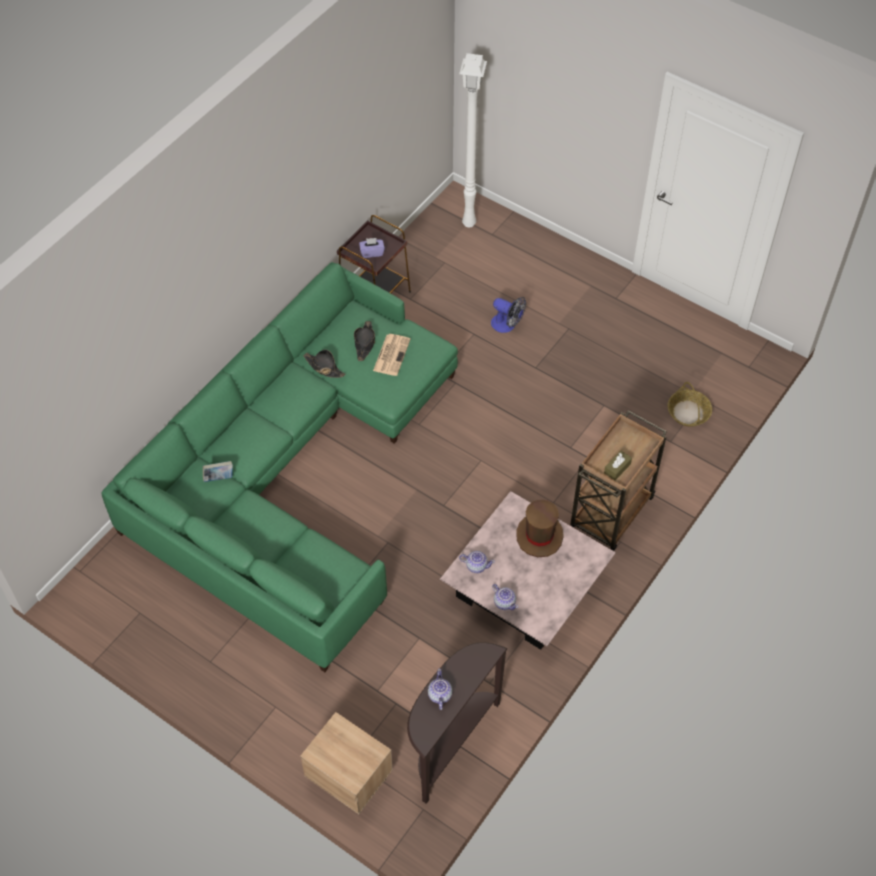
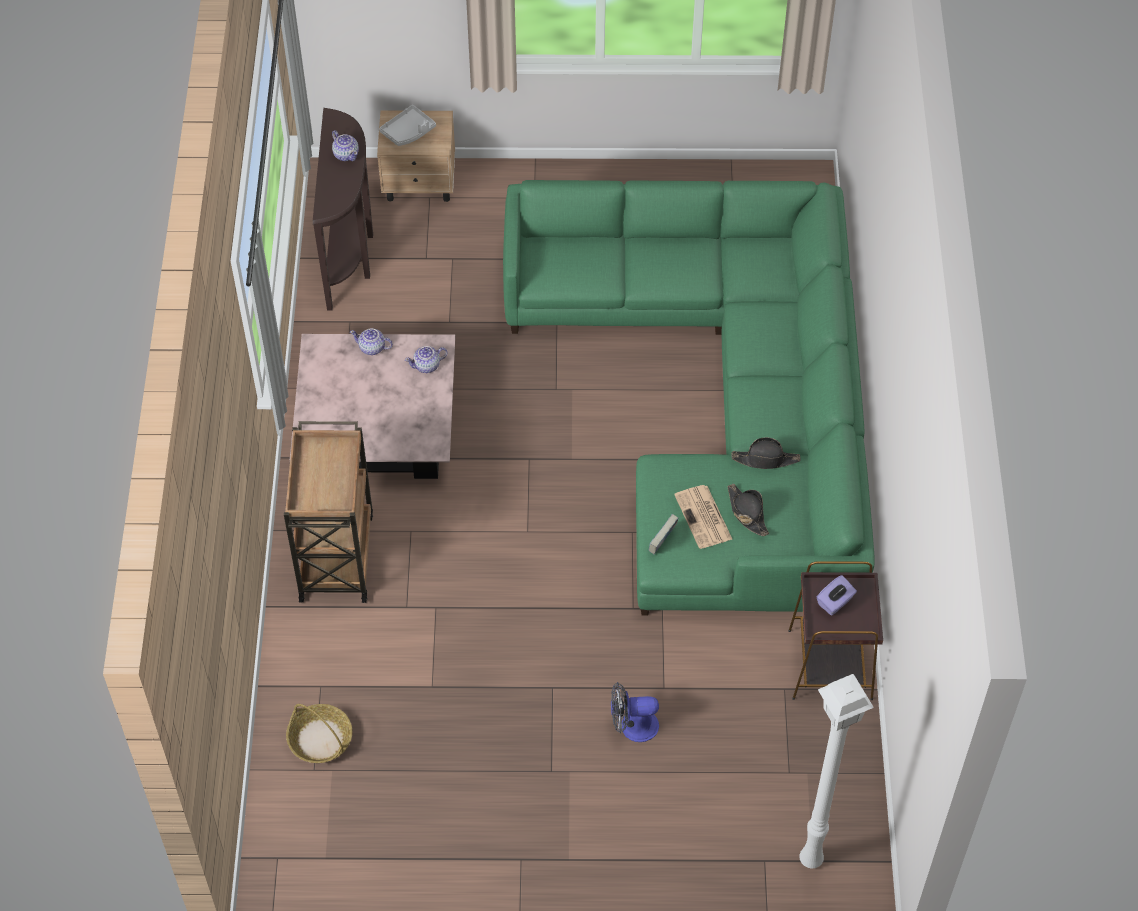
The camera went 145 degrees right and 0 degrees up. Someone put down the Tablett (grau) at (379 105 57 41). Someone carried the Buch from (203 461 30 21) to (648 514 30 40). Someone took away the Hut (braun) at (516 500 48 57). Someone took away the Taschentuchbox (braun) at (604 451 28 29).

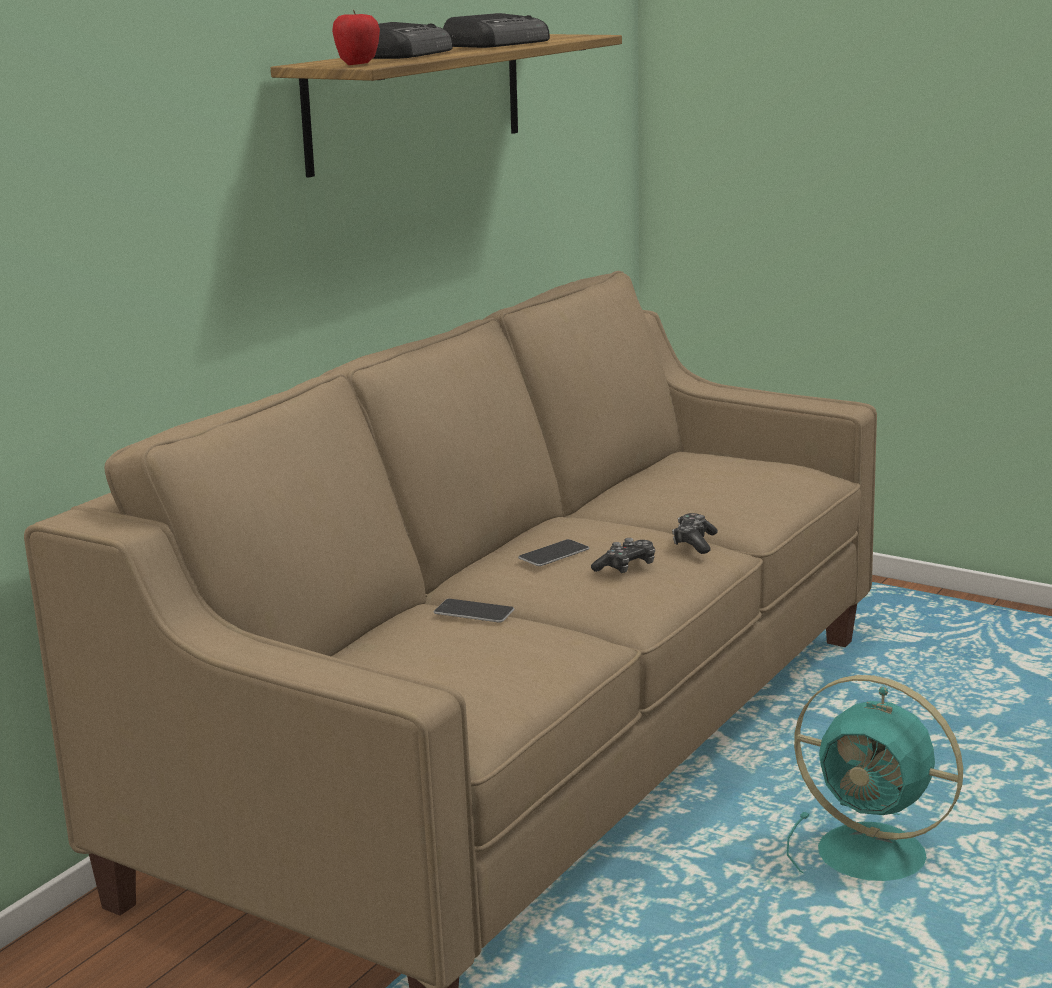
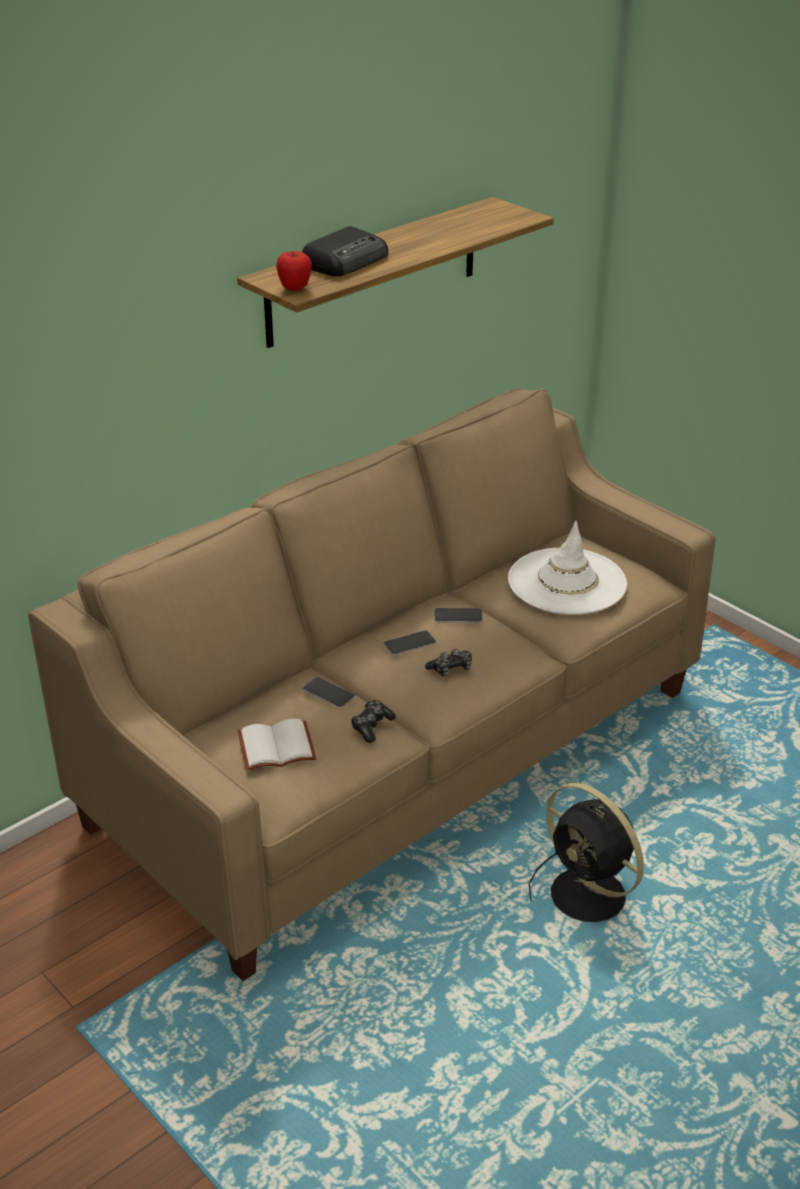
The camera went 15 degrees right and 15 degrees up. Someone put down the Buch (weiß) at (238 719 78 51). Someone carried the Gamepad from (672 513 46 41) to (351 700 45 43). Someone put down the Handy at (434 608 49 15). Someone put down the Hut (weiß) at (508 521 119 94). Someone repainted the Ventilator (türkis) at (787 675 176 206), which became the Ventilator (schwarz) at (529 783 115 139). Someone took away the Radio at (443 13 107 35).

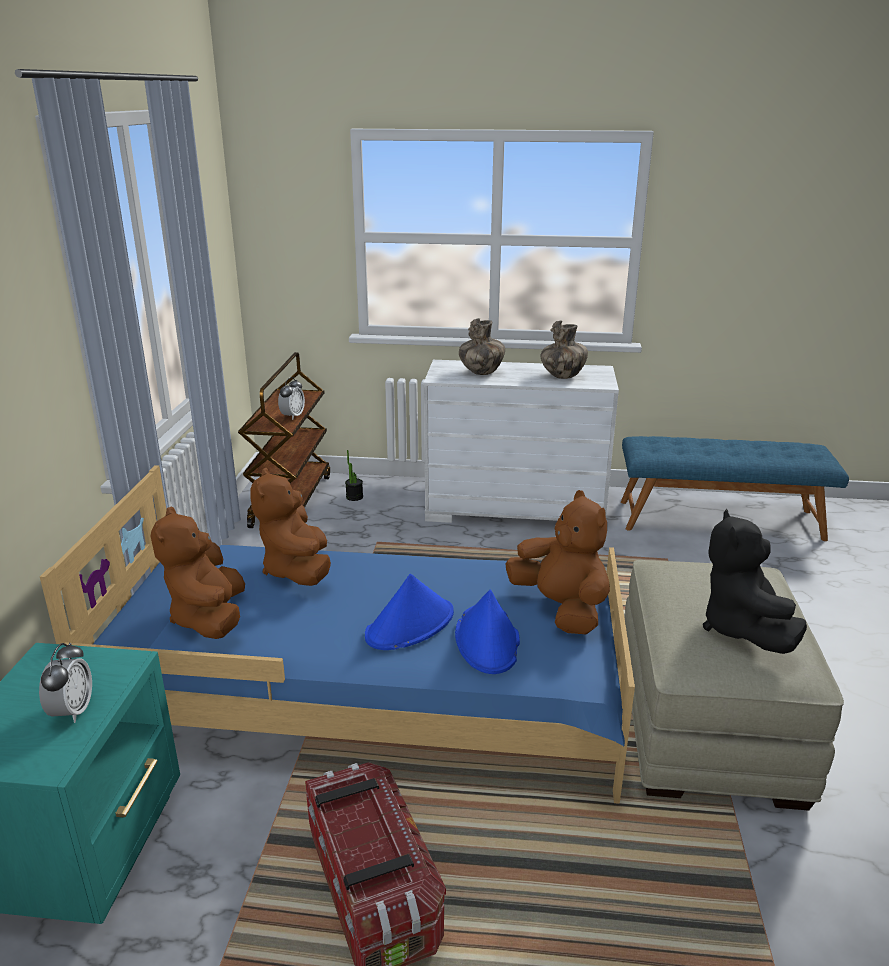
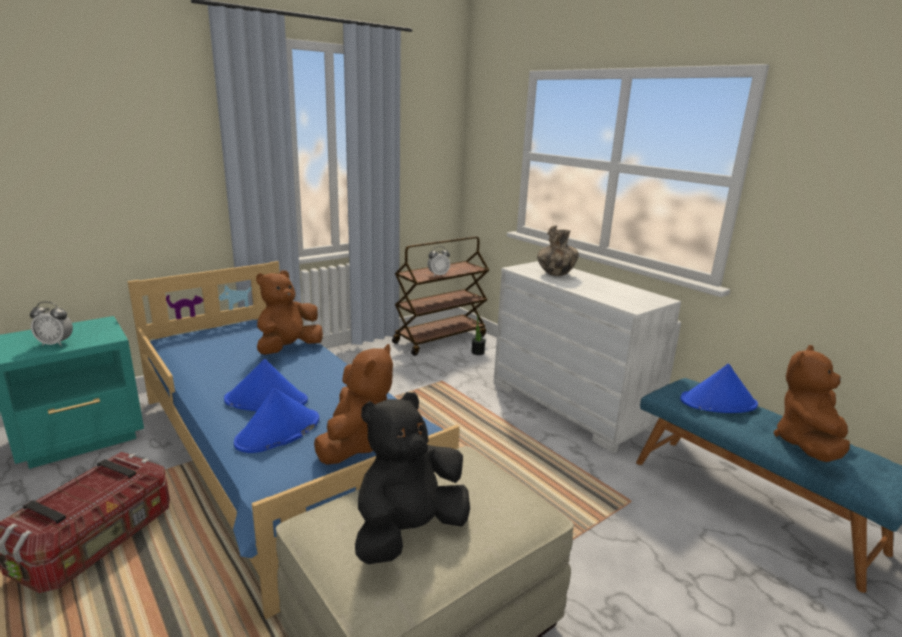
The camera went 45 degrees right and 5 degrees down. Someone rotated the Wecker at (39 643 53 80) by 45 degrees clockwise. Someone put down the Hut (blau) at (680 364 78 49). Someone carried the Plüschtier (braun) from (151 506 94 133) to (774 345 76 117). Someone took away the Vase at (541 321 47 58).

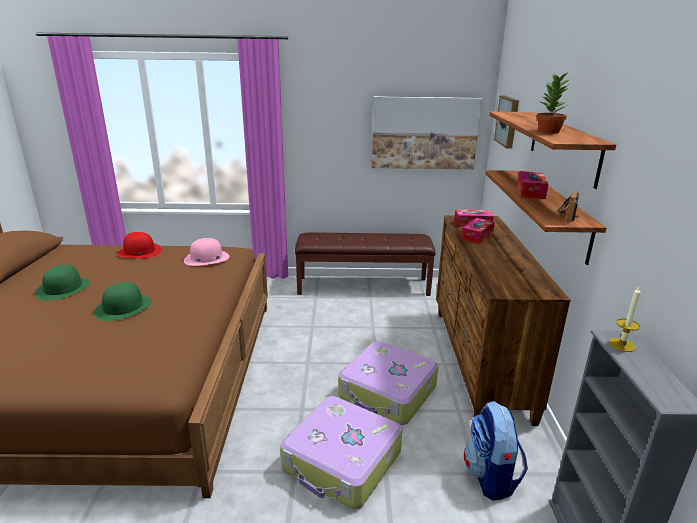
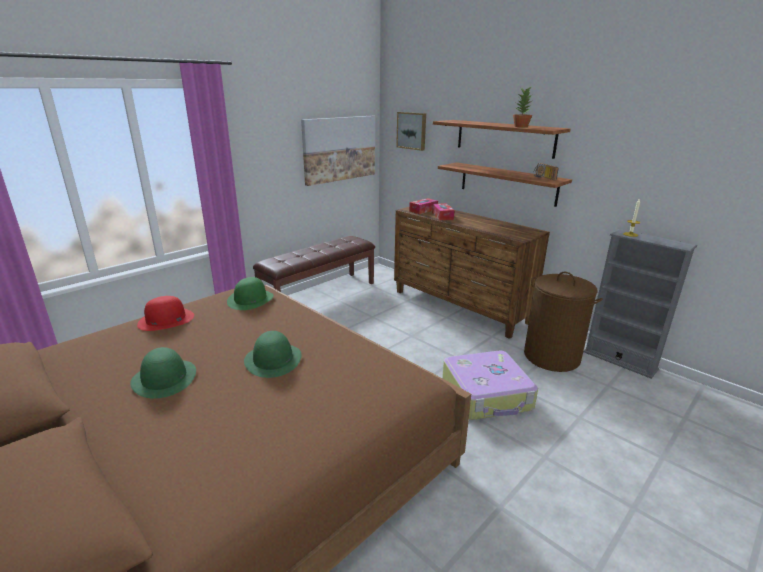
The camera went 45 degrees left and 0 degrees up. Someone repainted the Hut (rosa) at (184 238 45 28), which became the Hut (grün) at (227 277 47 33). Someone swapped the Rucksack at (464 401 64 100) for the Wäschekorb (braun) at (524 272 79 100). Someone took away the Koffer at (338 341 101 84). Someone took away the Taschentuchbox at (518 171 30 28).

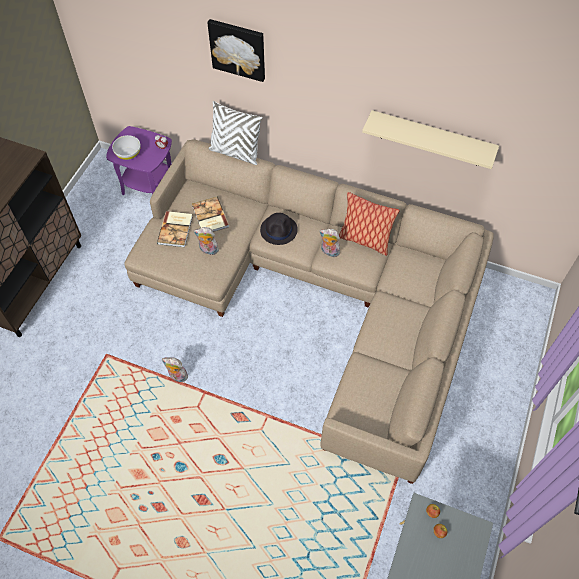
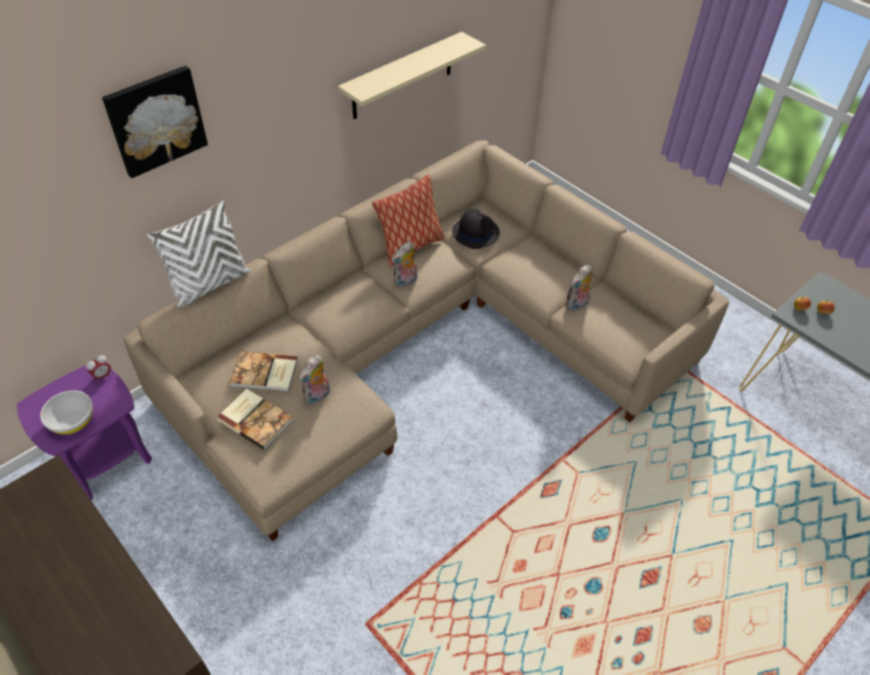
The camera went 65 degrees left and 10 degrees down. Someone carried the Hut (schwarz) from (260 213 38 32) to (452 209 48 40). Someone carried the Plüschtier from (162 357 26 25) to (565 265 27 46).

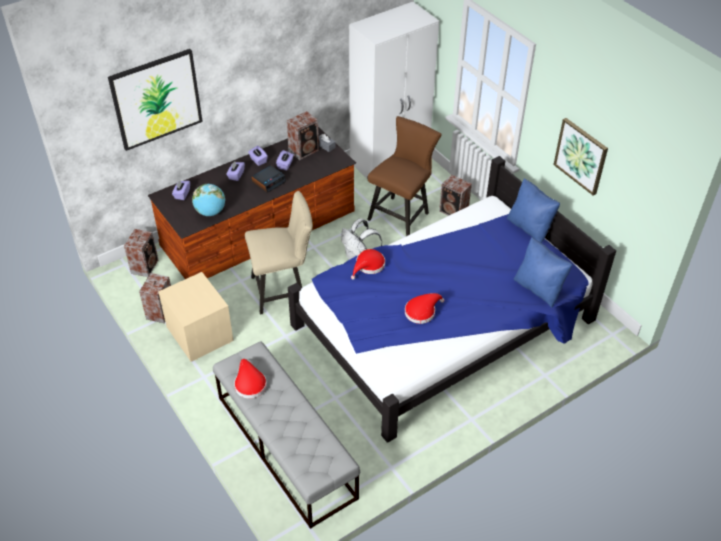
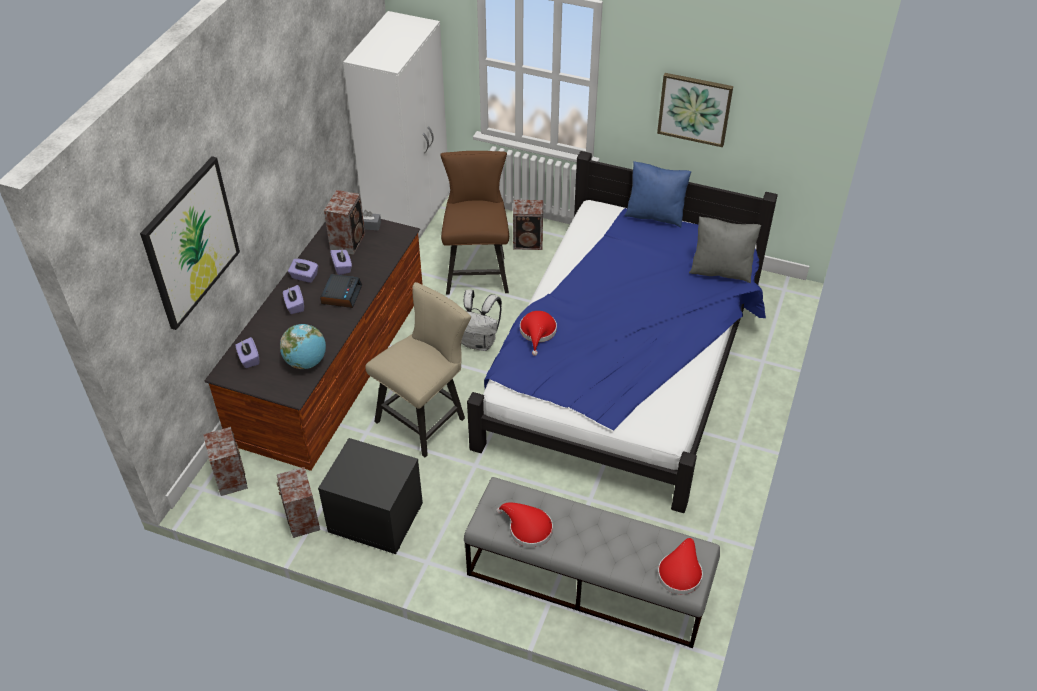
The camera went 35 degrees left and 0 degrees up. Someone repainted the Nachttisch (beige) at (158 272 75 90), which became the Nachttisch (schwarz) at (318 438 105 116). Someone carried the Hut (rot) from (405 293 39 31) to (658 538 45 57). Someone repainted the Kissen (blau) at (513 237 59 71), which became the Kissen (grau) at (689 216 72 67).

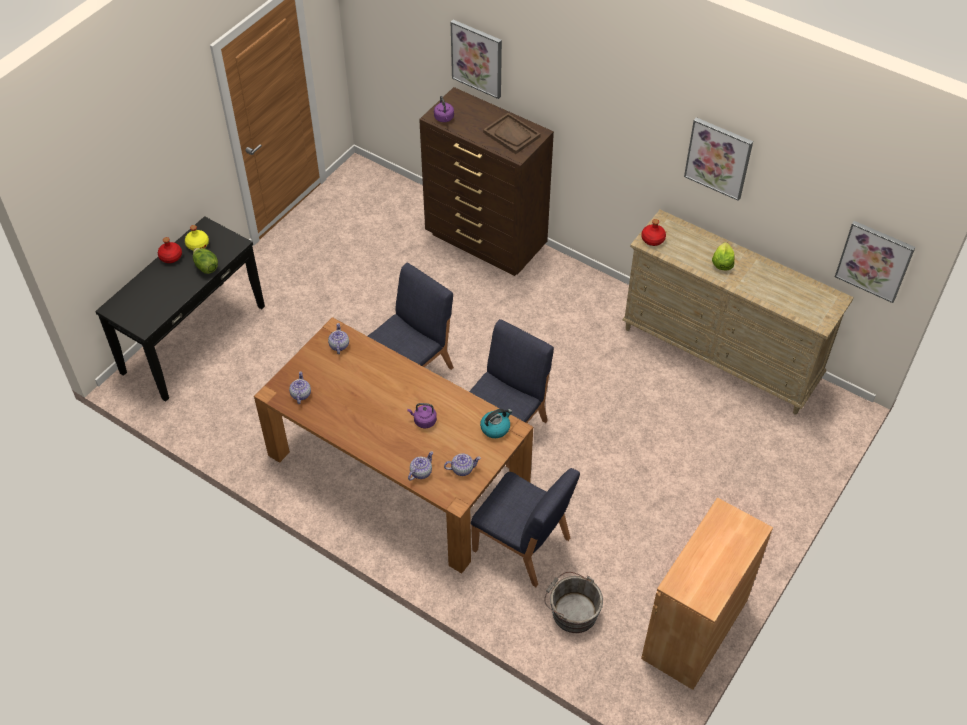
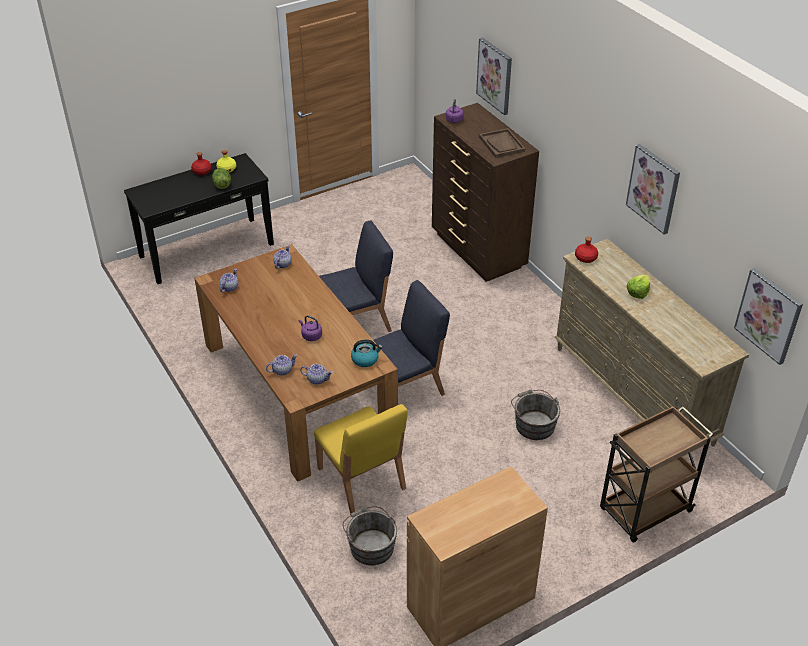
The camera went 25 degrees right and 10 degrees down. Someone repainted the Stuhl (blau) at (471 468 109 119), which became the Stuhl (gelb) at (314 404 94 109). Someone put down the Eimer (grau) at (511 390 49 50). Someone put down the Rollwagen (braun) at (600 405 113 138).

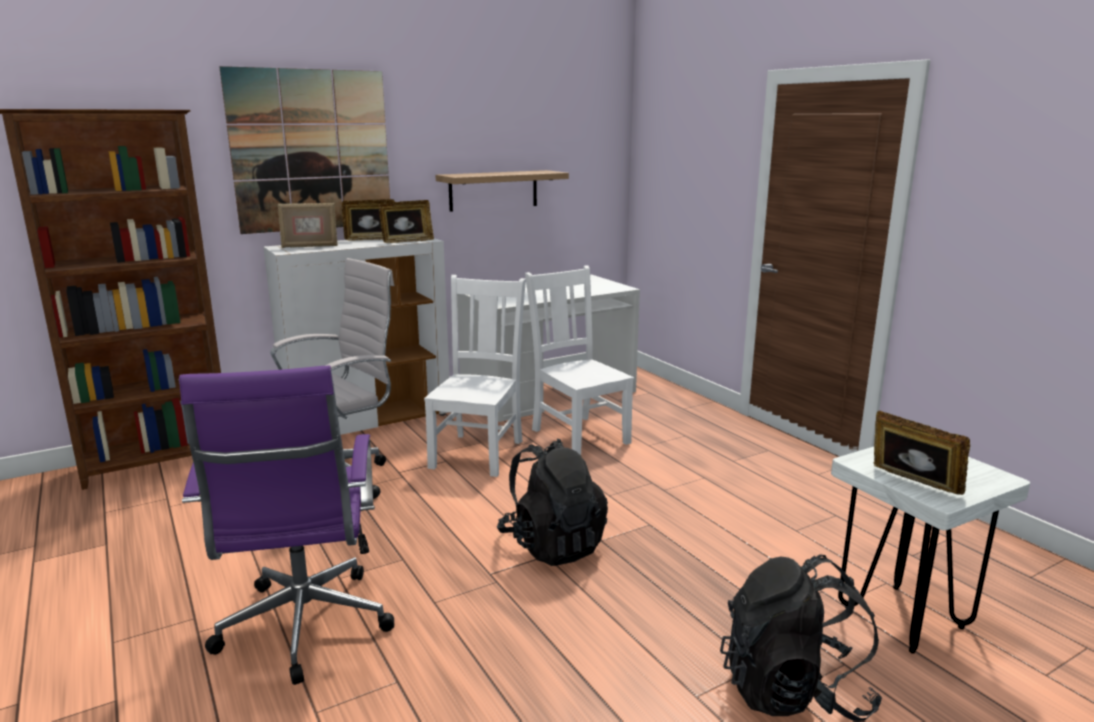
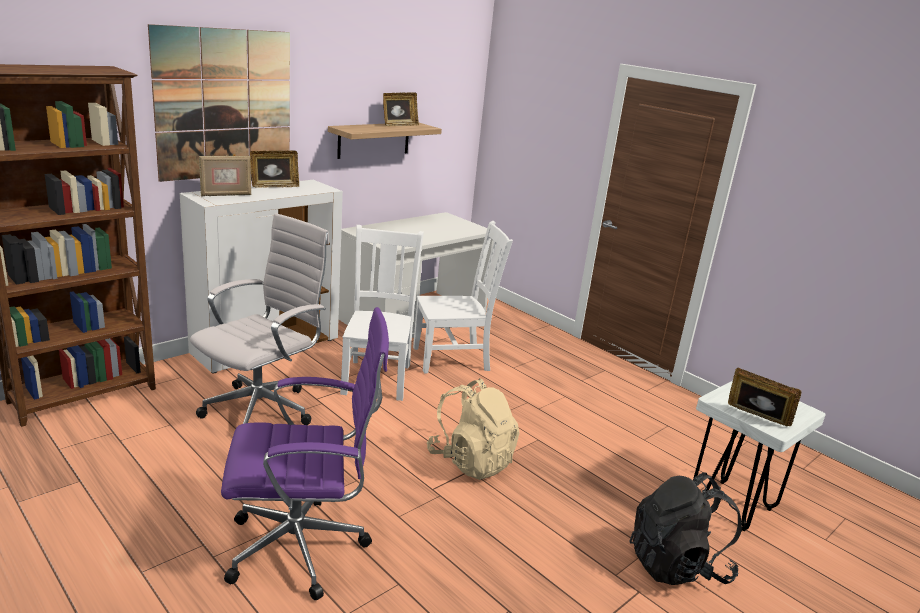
The camera went 15 degrees left and 5 degrees up. Someone rotated the Bürostuhl (lila) at (179 366 215 319) by 75 degrees counterclockwise. Someone carried the Bilderrahmen from (379 200 55 43) to (383 92 36 34). Someone rotated the Stuhl (weiß) at (525 265 109 190) by 120 degrees clockwise. Someone repainted the Rucksack (schwarz) at (497 438 111 128), which became the Rucksack (beige) at (427 378 92 102).

